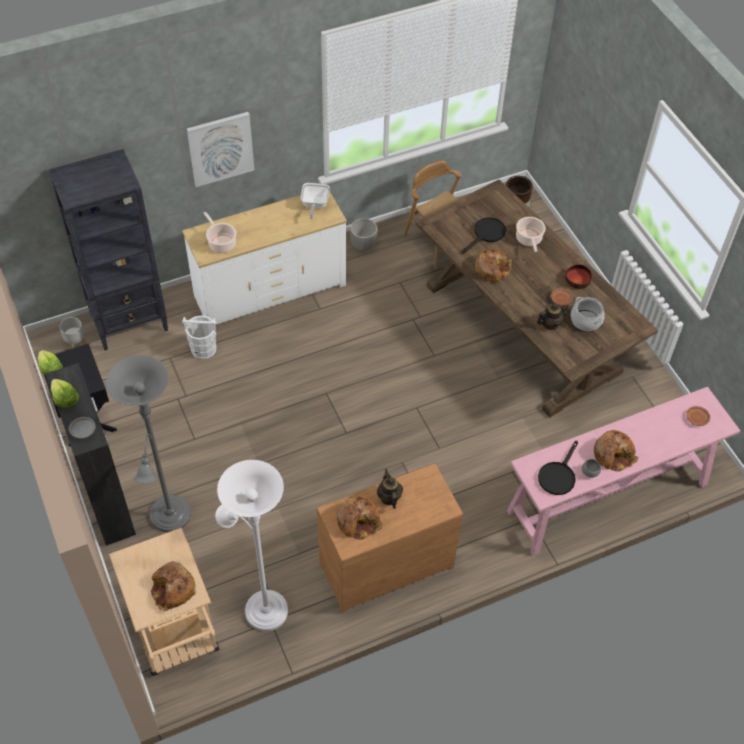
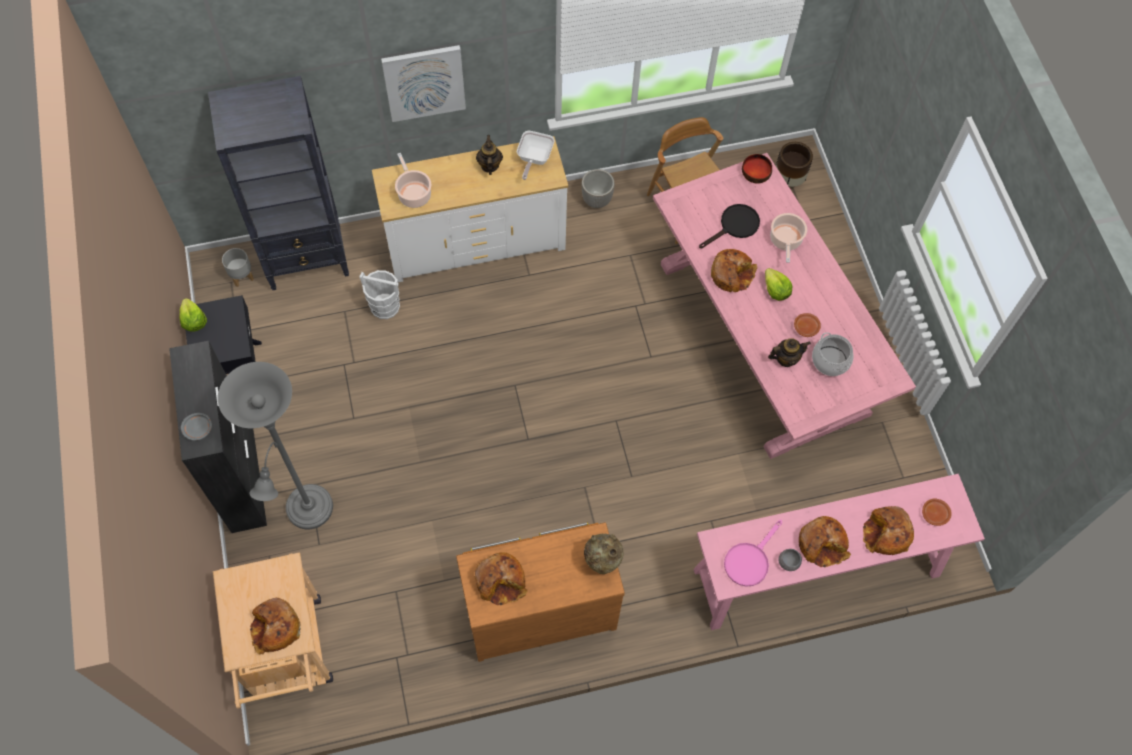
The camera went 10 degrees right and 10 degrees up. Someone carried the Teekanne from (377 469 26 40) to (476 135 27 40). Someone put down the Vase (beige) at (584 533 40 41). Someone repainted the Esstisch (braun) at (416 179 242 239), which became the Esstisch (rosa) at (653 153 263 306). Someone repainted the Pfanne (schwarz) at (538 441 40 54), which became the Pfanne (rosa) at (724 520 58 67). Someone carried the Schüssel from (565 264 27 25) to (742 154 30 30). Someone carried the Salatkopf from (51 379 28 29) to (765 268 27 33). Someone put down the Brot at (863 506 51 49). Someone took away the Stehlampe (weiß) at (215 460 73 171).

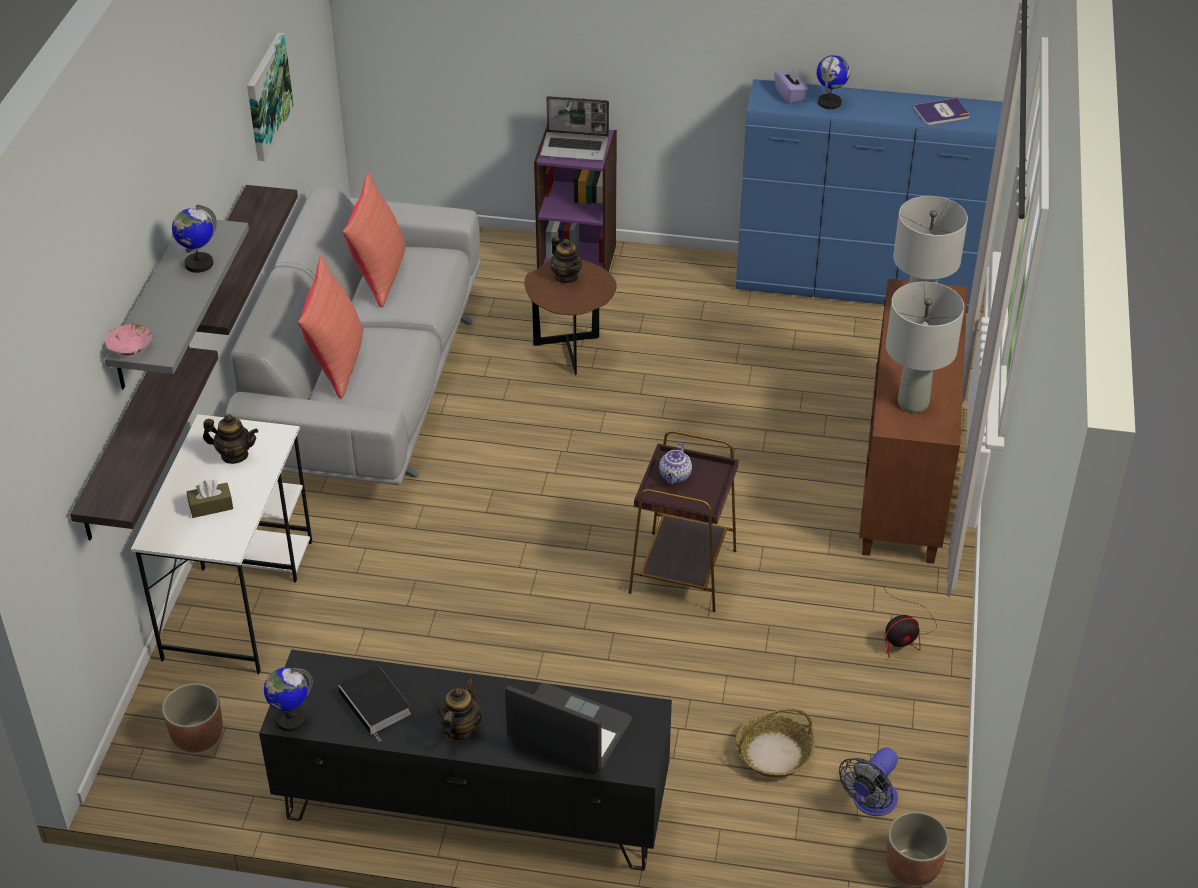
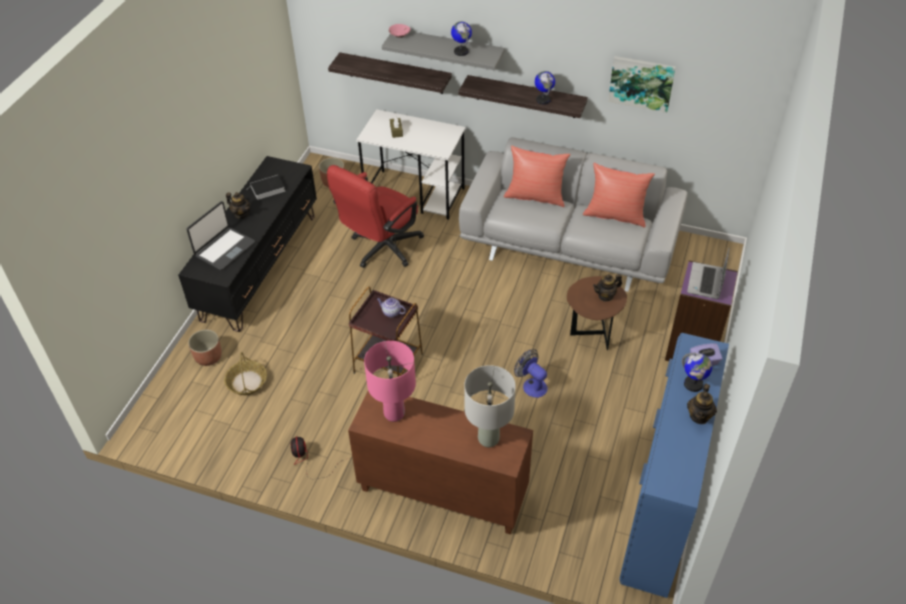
The camera went 100 degrees right and 5 degrees up. Someone carried the Pflanzkübel from (886 811 63 75) to (188 329 34 37). Someone put down the Bürostuhl (rot) at (327 165 97 103). Someone repainted the Tischlampe (grau) at (886 282 78 131), which became the Tischlampe (rosa) at (364 341 52 81). Someone carried the Ventilator from (839 747 59 69) to (514 349 34 49). Someone carried the Globus from (264 667 49 65) to (535 71 20 34). Someone carried the Teekanne from (203 414 55 50) to (687 384 30 40). Someone took away the Buch at (913 98 57 27).

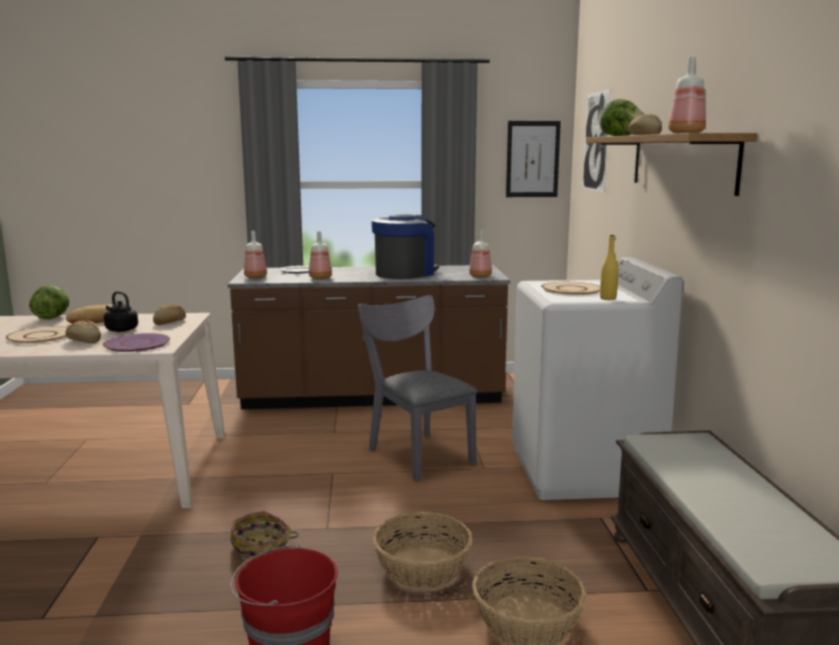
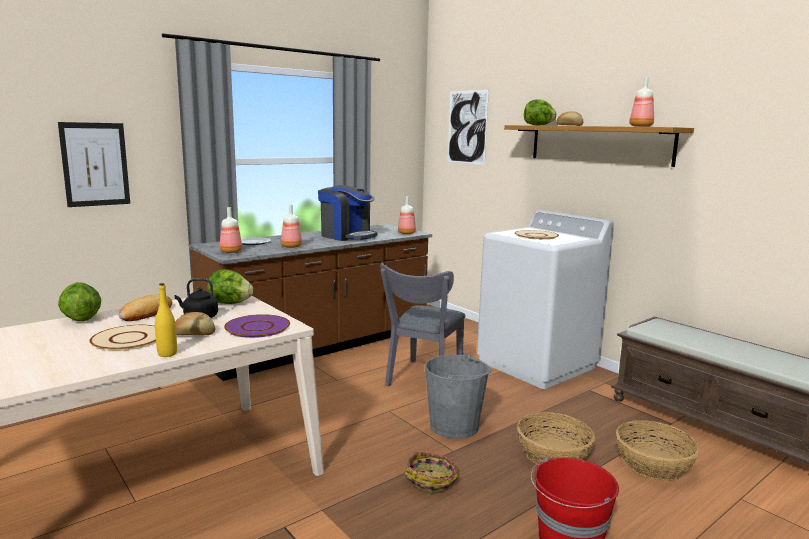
The camera went 35 degrees left and 0 degrees up. Someone carried the Bild from (506 121 55 76) to (58 122 72 85). Someone carried the Flasche (gelb) from (600 235 19 65) to (155 283 22 74). Someone swapped the Brot at (153 304 33 21) for the Salatkopf at (207 270 46 34). Someone rotated the Kaffeemaschine at (371 214 68 65) by 120 degrees clockwise. Someone rotated the Stuhl (grau) at (358 295 120 187) by 90 degrees counterclockwise. Someone put down the Eimer (grau) at (425 352 66 87).

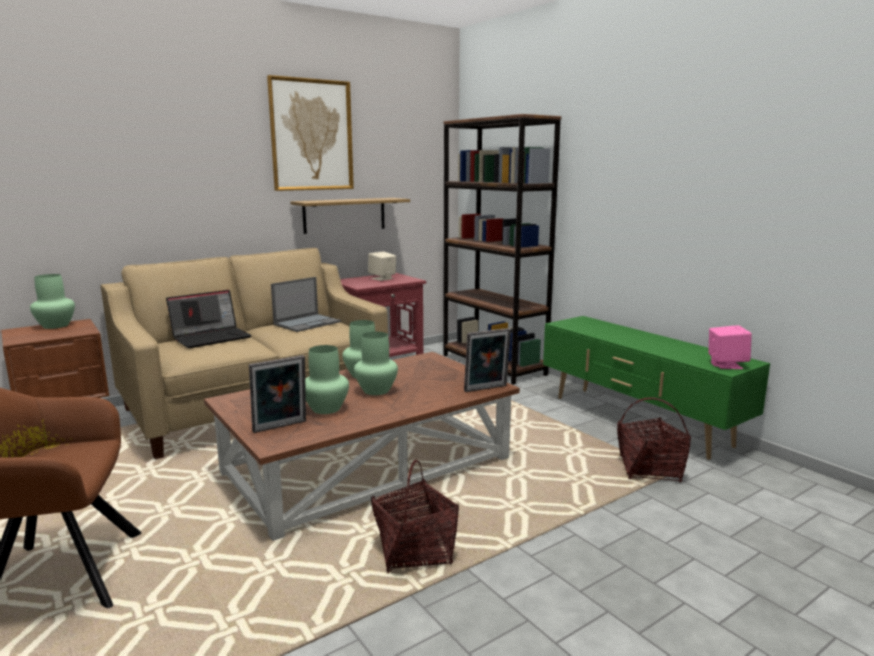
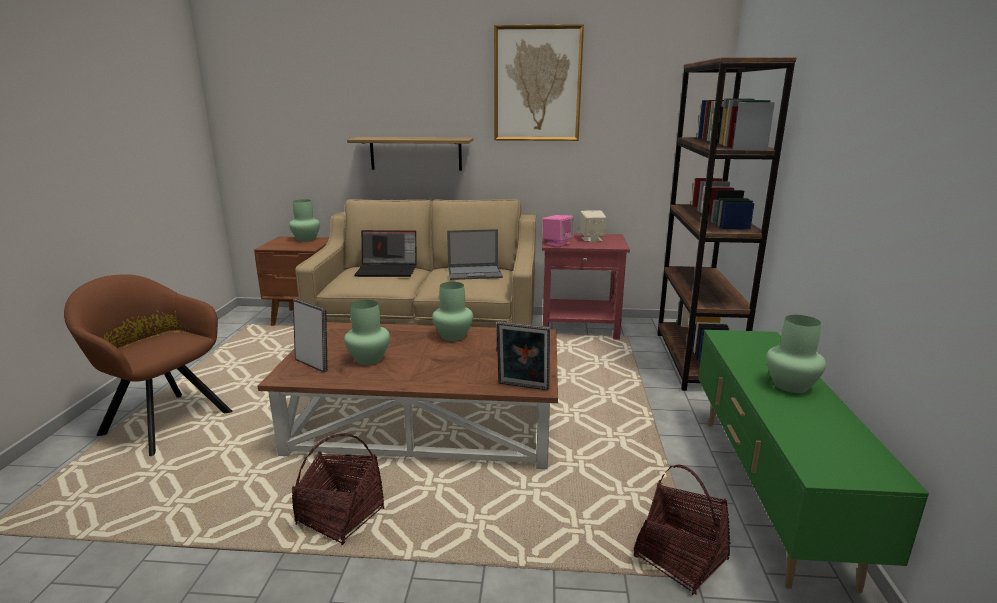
The camera went 40 degrees right and 5 degrees up. Someone rotated the Bilderrahmen at (249 355 57 78) by 150 degrees counterclockwise. Someone carried the Wandregal from (290 198 120 36) to (347 137 126 34). Someone carried the Lautsprecher (rosa) from (708 325 44 44) to (543 215 31 32). Someone carried the Vase (grün) from (354 332 44 63) to (766 315 60 78).

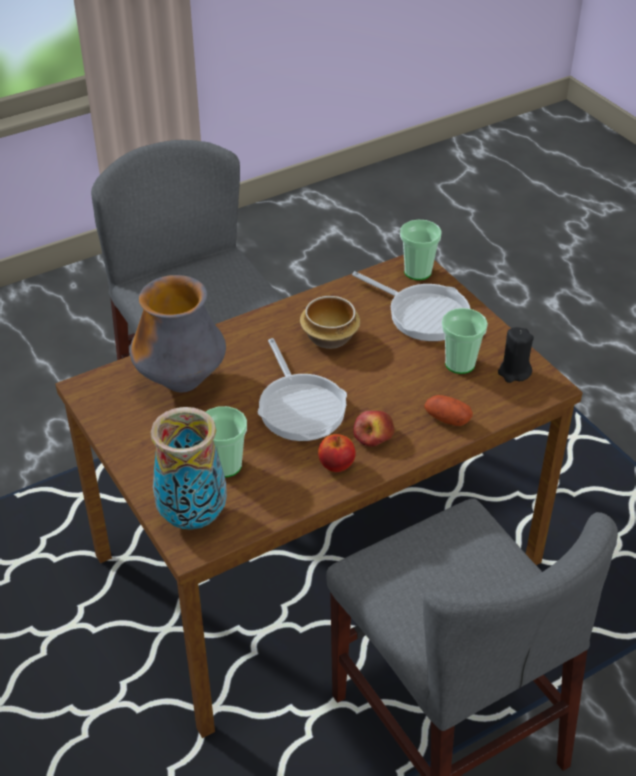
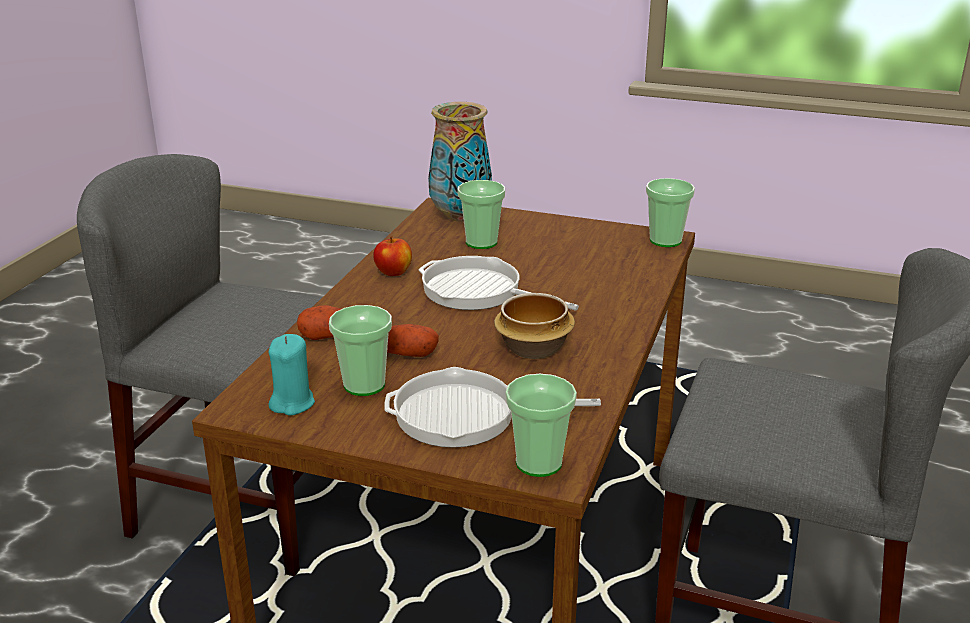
The camera went 140 degrees right and 15 degrees down. Someone repainted the Kerze (schwarz) at (498 327 36 56), which became the Kerze (türkis) at (269 334 46 81). Someone put down the Kartoffel at (387 324 52 33). Someone put down the Tasse at (646 178 49 69). Someone took away the Vase at (130 275 96 117). Someone took away the Apfel at (353 411 42 36).

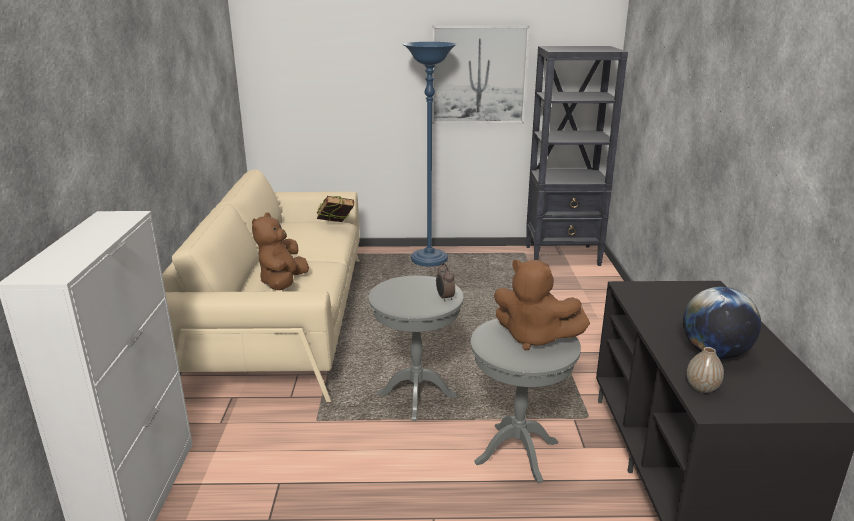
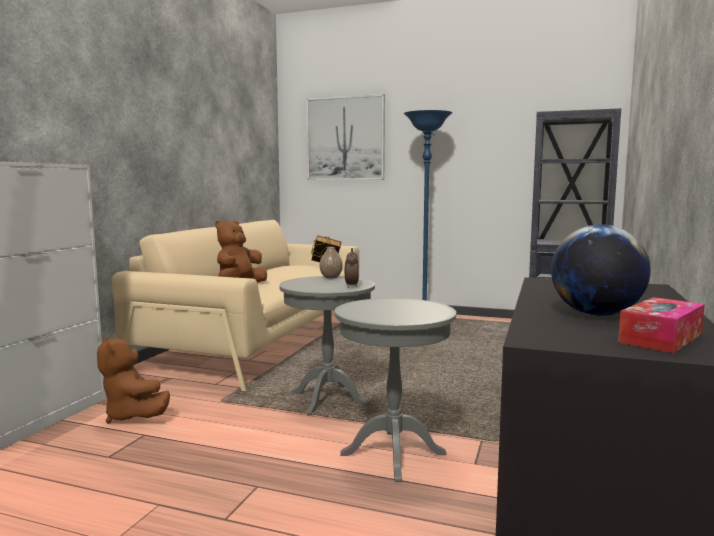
The camera went 20 degrees right and 15 degrees down. Someone carried the Plüschtier (braun) from (494 259 96 92) to (97 337 73 87). Someone carried the Bild from (432 26 97 97) to (307 94 78 86). Someone carried the Vase from (687 347 37 46) to (320 247 23 32). Someone put down the Taschentuchbox at (618 297 87 56).

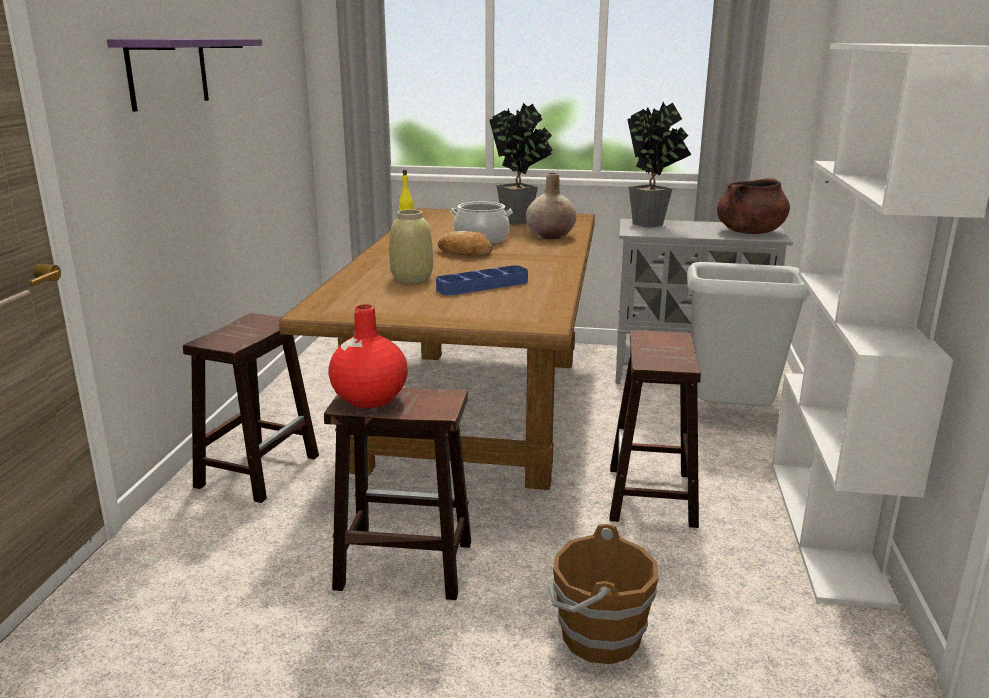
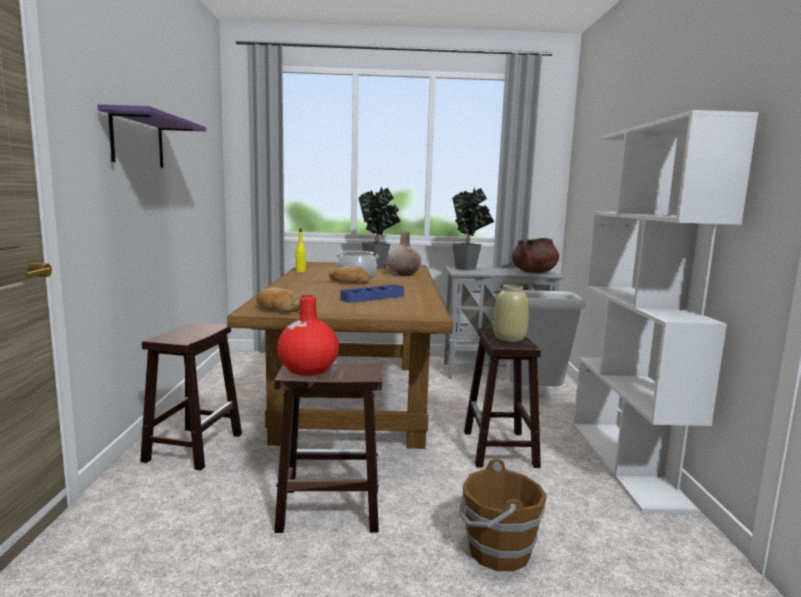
The camera went 10 degrees left and 10 degrees down. Someone put down the Brot at (256 288 44 24). Someone carried the Vase (beige) from (389 210 44 73) to (493 285 36 57).

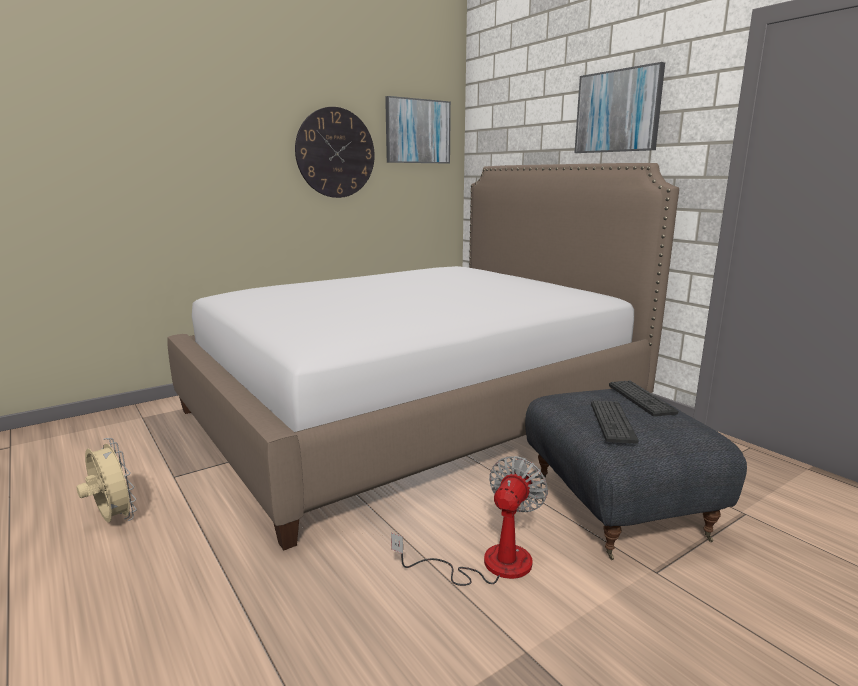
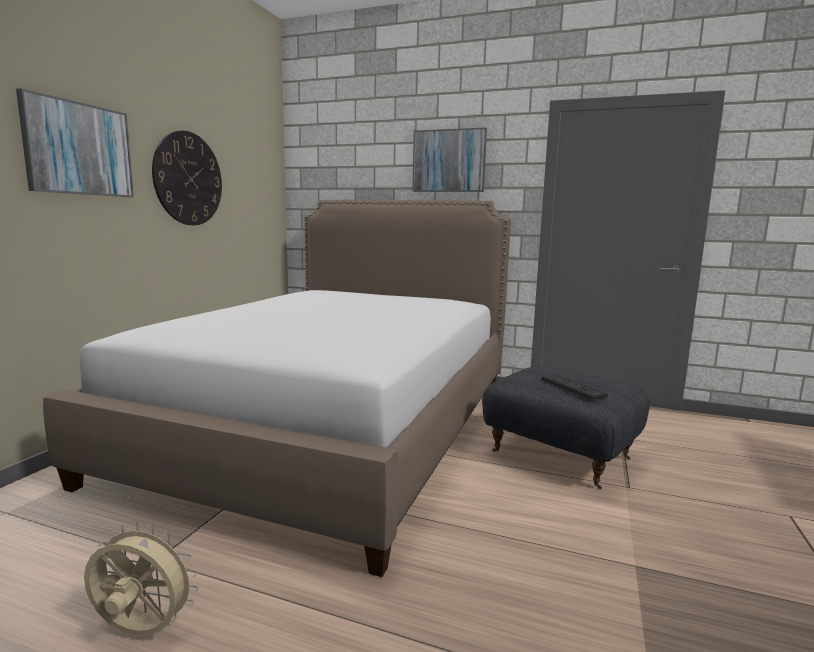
The camera went 35 degrees left and 5 degrees down. Someone carried the Bild from (385 96 66 67) to (16 88 118 109). Someone took away the Ventilator at (391 456 157 130). Someone took away the Tastatur at (609 380 69 37).

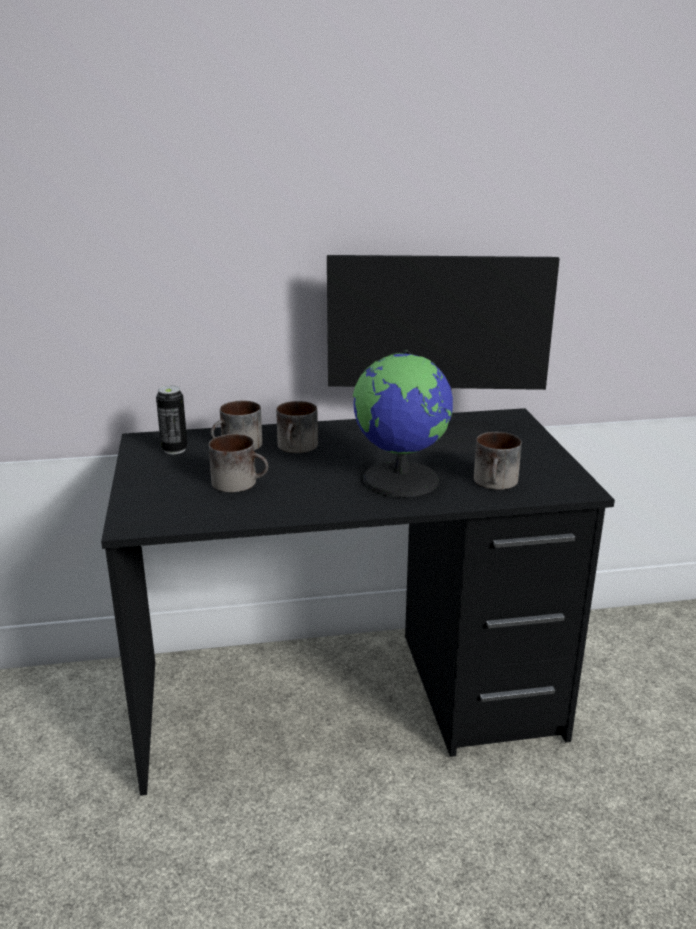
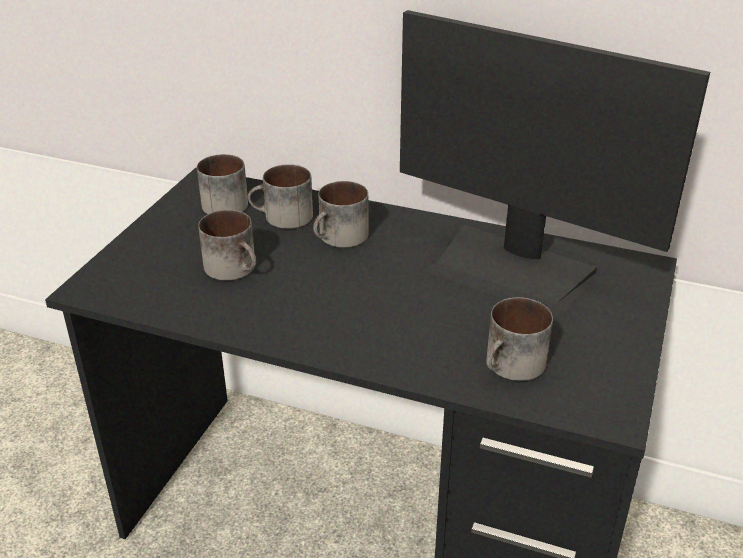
The camera went 30 degrees right and 10 degrees up. Someone swapped the Dose at (156 386 31 68) for the Henkelbecher at (197 154 51 60). Someone took away the Globus at (353 350 100 148).

